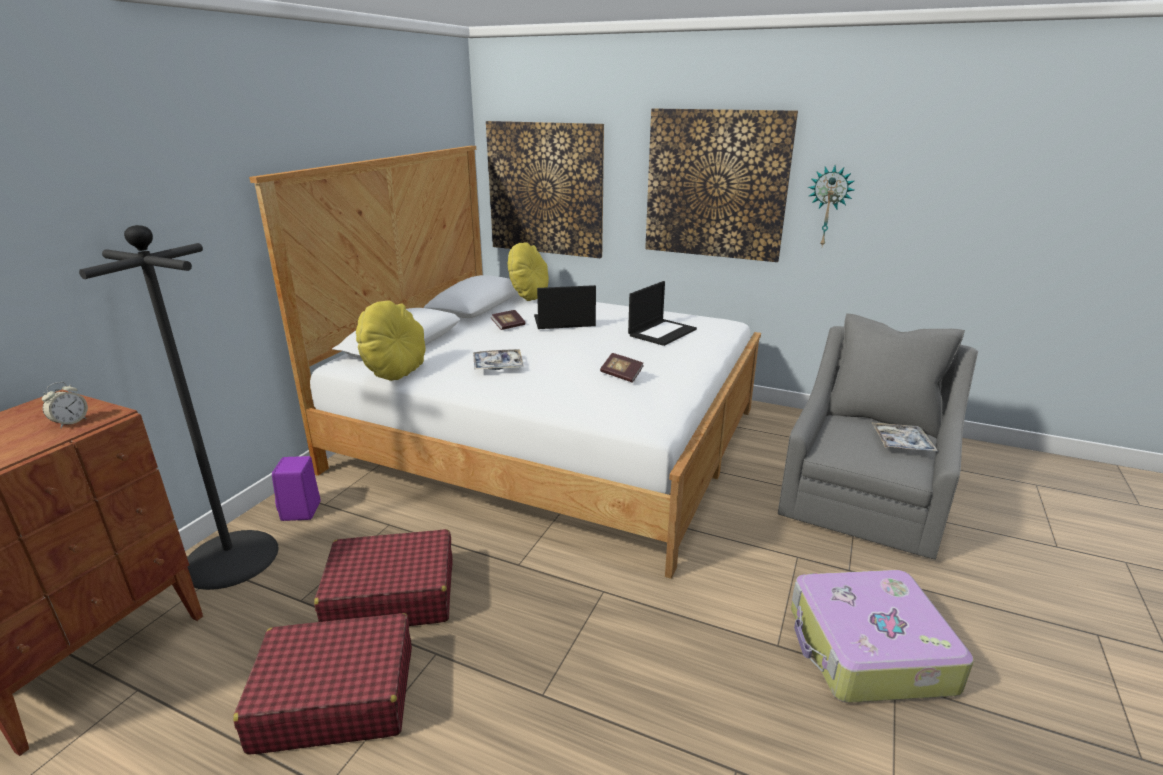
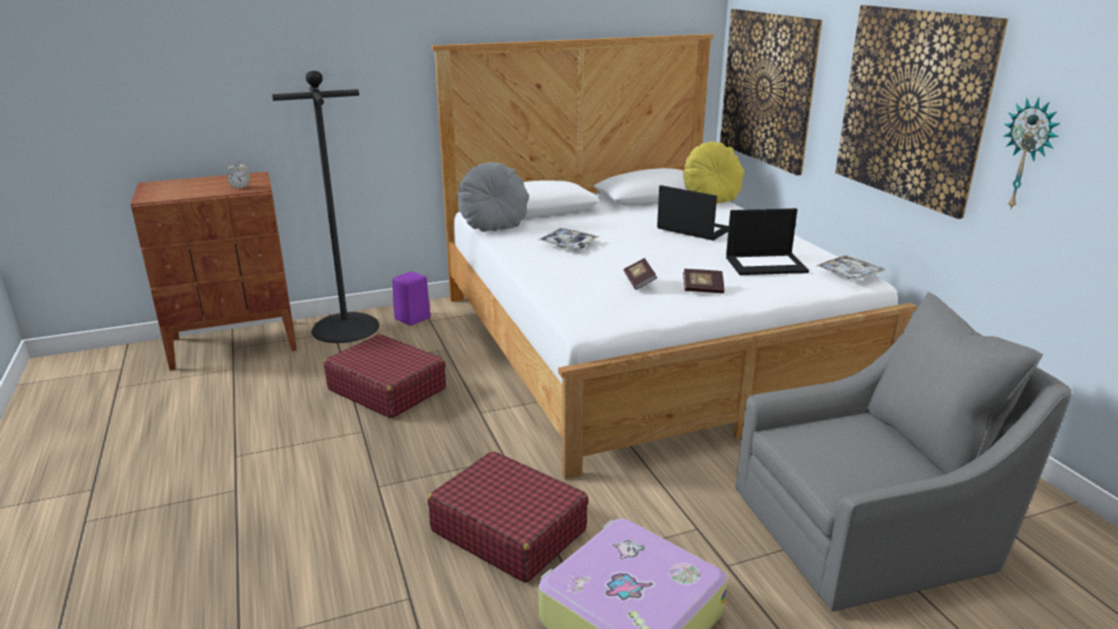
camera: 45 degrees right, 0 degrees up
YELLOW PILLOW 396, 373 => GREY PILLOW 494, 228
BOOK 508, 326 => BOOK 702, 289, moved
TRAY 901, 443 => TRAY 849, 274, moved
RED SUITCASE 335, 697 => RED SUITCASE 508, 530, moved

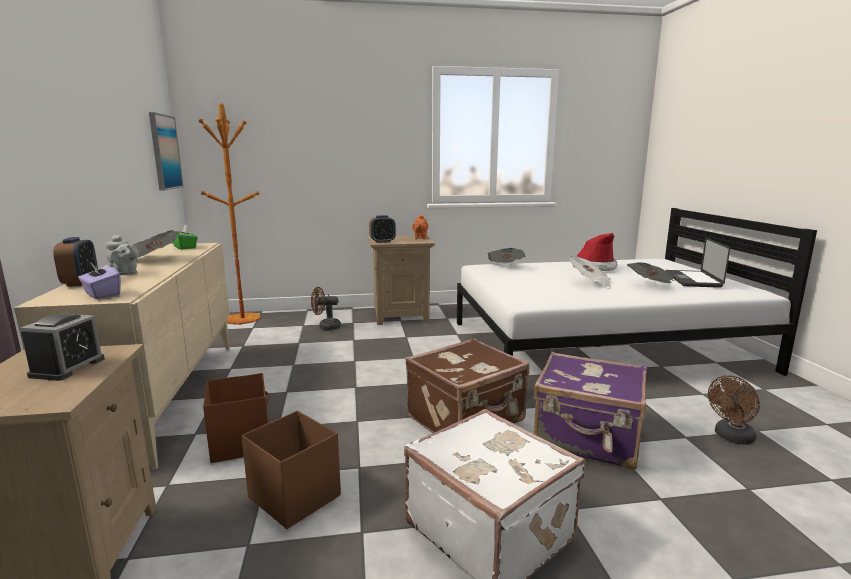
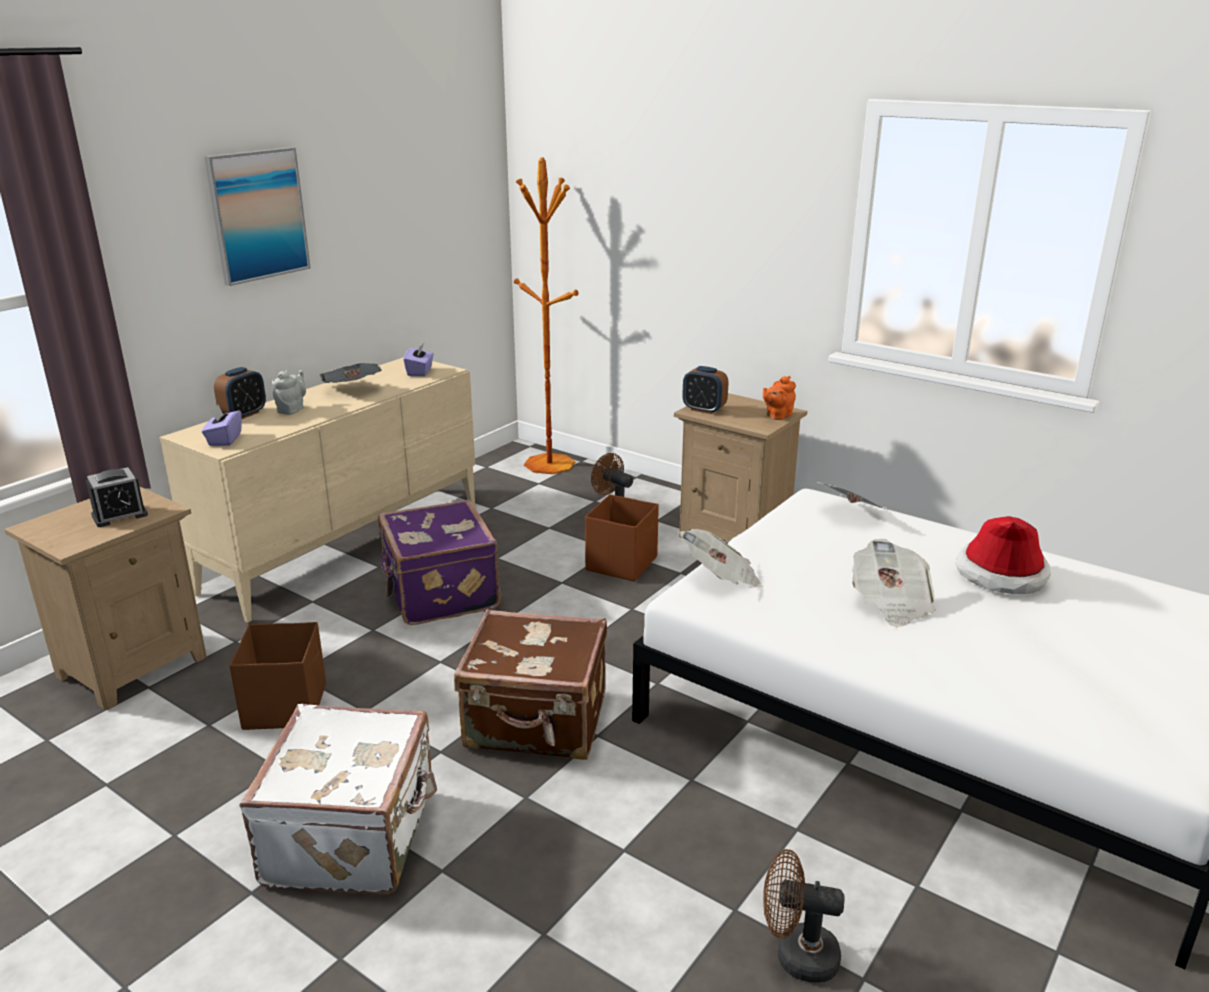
camera: 45 degrees right, 10 degrees up
PICTURE 165, 152 => PICTURE 258, 215, moved
GREEN TISSUE BOX 185, 247 => PURPLE TISSUE BOX 420, 372
GREY TEAPOT 125, 273 => GREY TEAPOT 292, 409, 150 degrees counterclockwise
LAPTOP 692, 280 => nothing
NEWSPAPER 651, 285 => NEWSPAPER 721, 578, moved
PURPLE SUITCASE 588, 439 => PURPLE SUITCASE 439, 594, moved
BROWN STORAGE BOX 241, 442 => BROWN STORAGE BOX 622, 563, moved

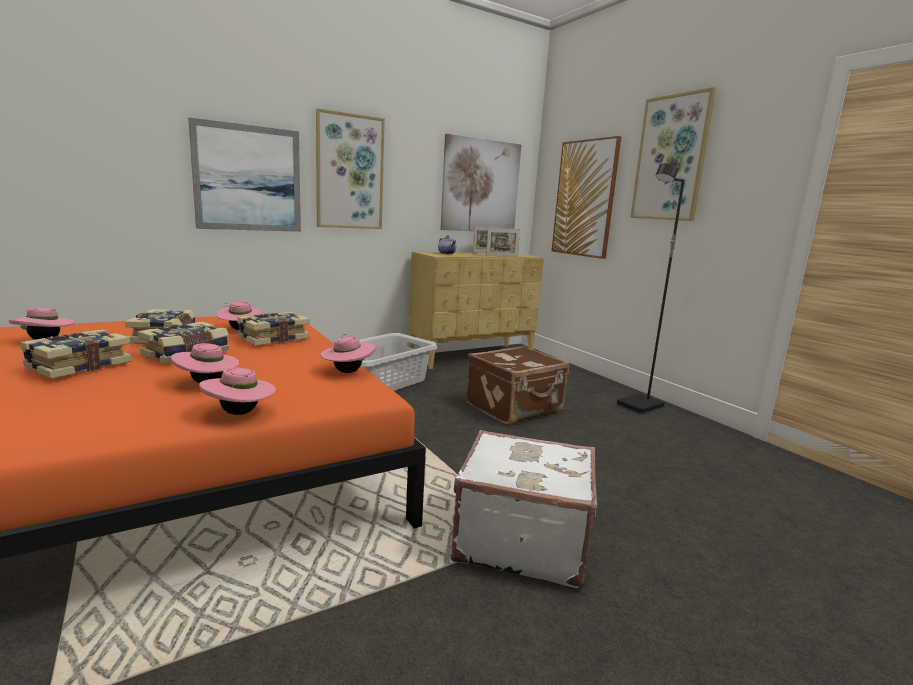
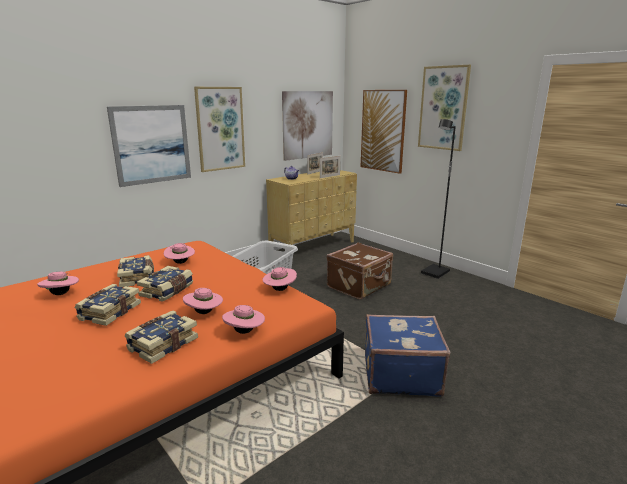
camera: 10 degrees left, 5 degrees up
BOOK 273, 338 => BOOK 162, 344, moved
WHITE SUITCASE 521, 539 => BLUE SUITCASE 400, 374

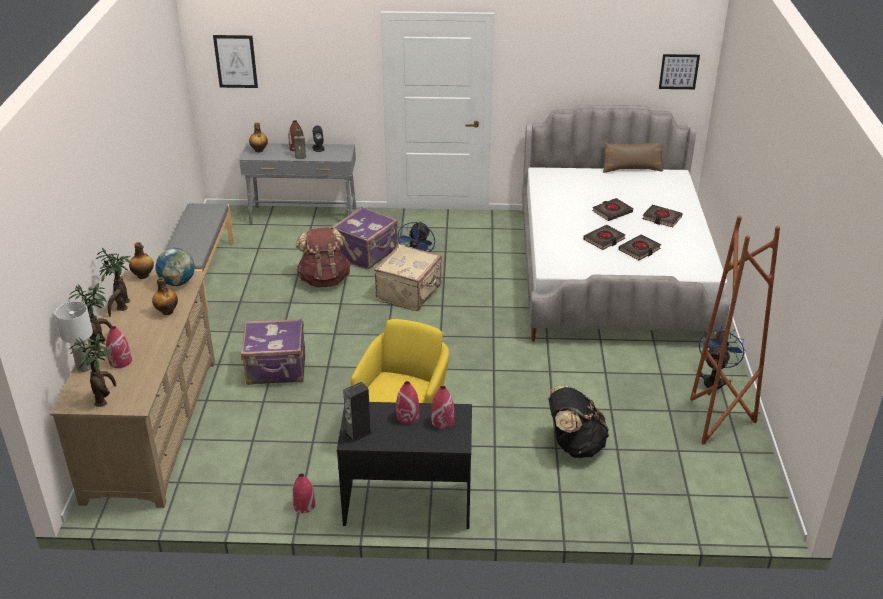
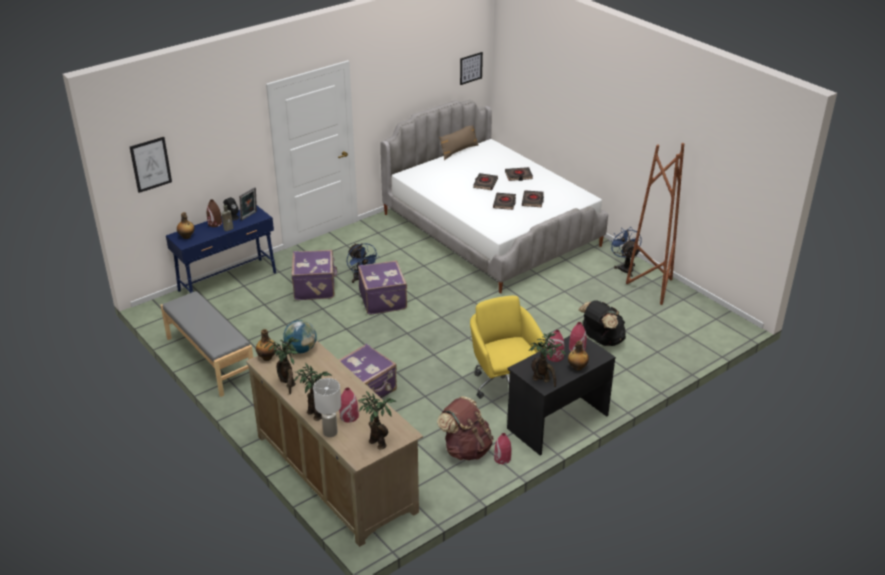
camera: 40 degrees left, 0 degrees up
GREY CONSOLE TABLE 303, 216 => BLUE CONSOLE TABLE 228, 282
BROWN BACKPACK 324, 280 => BROWN BACKPACK 466, 449, moved
BEIGE SUITCASE 410, 293 => PURPLE SUITCASE 383, 300
BOTTLE 167, 311 => BOTTLE 577, 367, moved
SPEAKER 358, 434 => POTTED PLANT 543, 380
nothing => PICTURE FRAME 249, 216

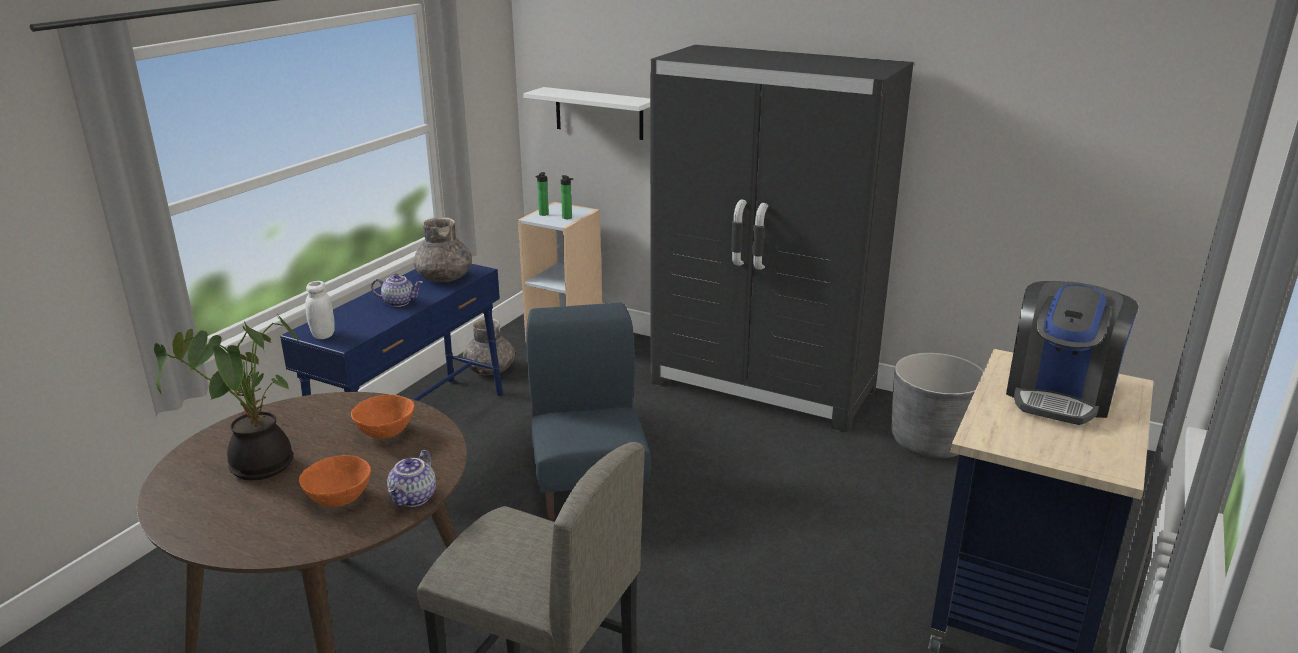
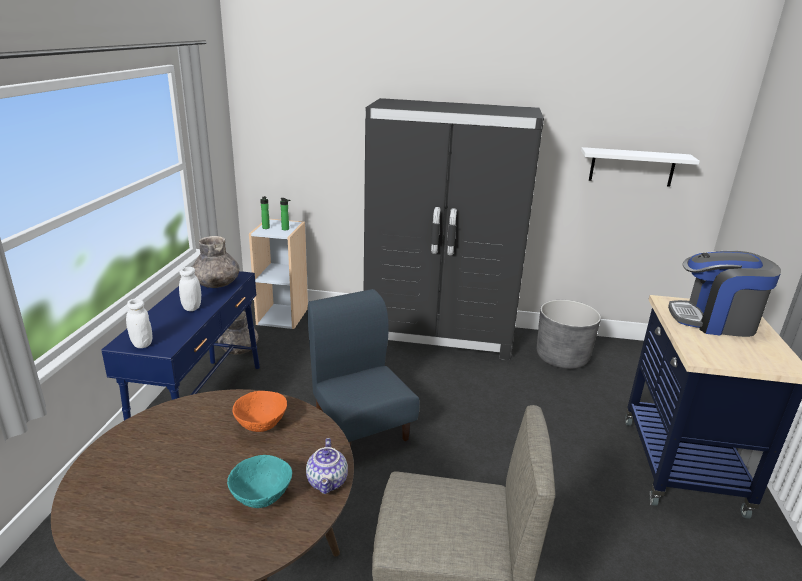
camera: 20 degrees left, 0 degrees up
WHITE SHELF 599, 113 => WHITE SHELF 632, 167, moved
TEAPOT 399, 302 => WHITE JAR 192, 308
COFFEE MACHINE 1059, 394 => COFFEE MACHINE 714, 321, 90 degrees clockwise
POTTED PLANT 256, 465 => nothing
ORANGE BOWL 339, 499 => TURQUOISE BOWL 261, 497

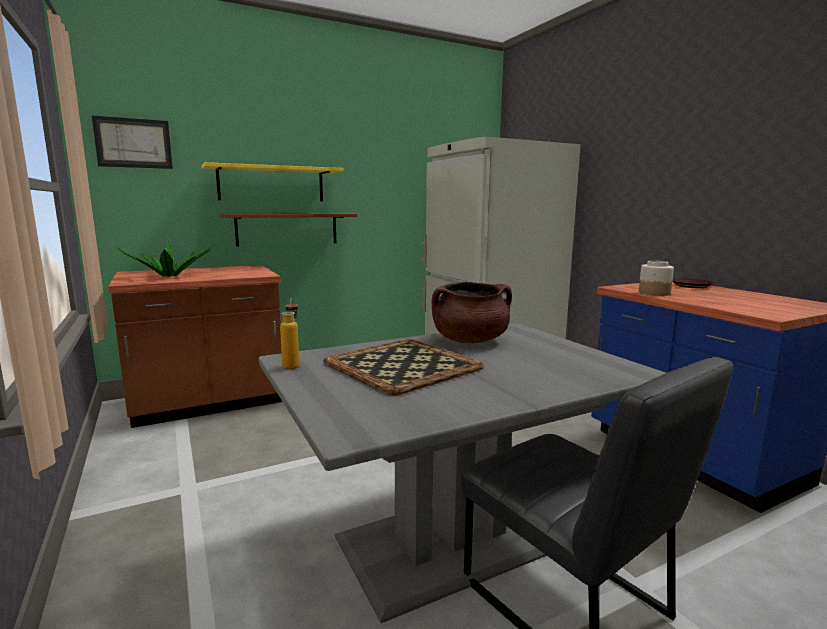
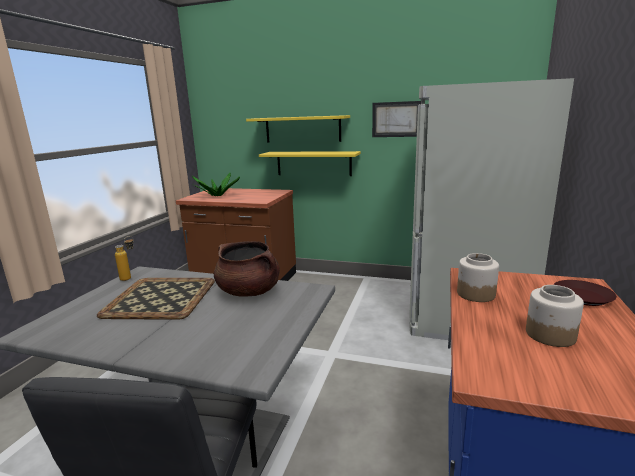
camera: 45 degrees right, 5 degrees up
PICTURE 133, 143 => PICTURE 396, 119, moved
BROWN SHELF 287, 229 => YELLOW SHELF 313, 163
nothing => JAR 549, 334

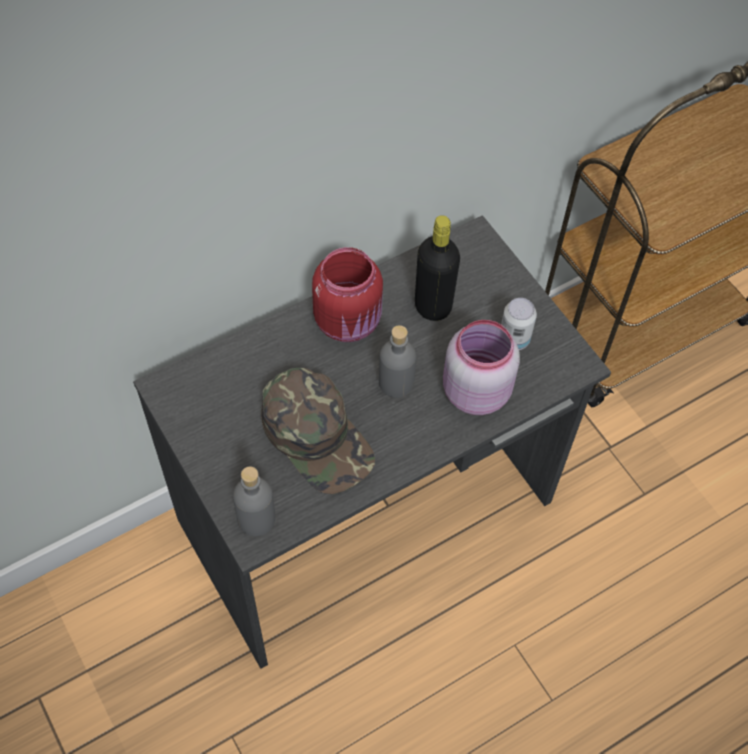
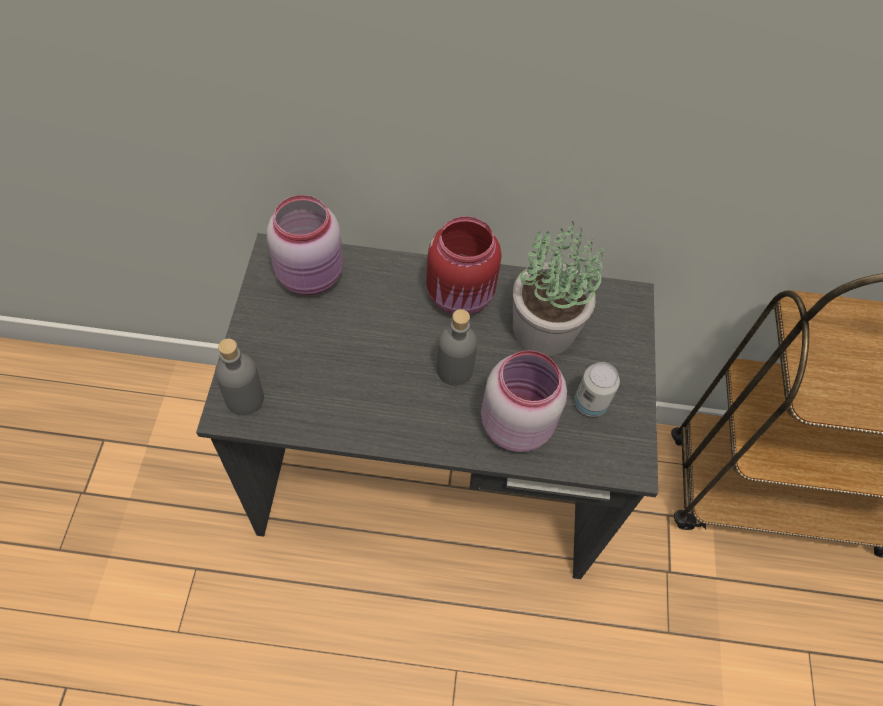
camera: 35 degrees right, 0 degrees up
BLACK BOTTLE 433, 306 => POTTED PLANT 542, 329
GREEN CAP 317, 436 => nothing
nothing => PINK JAR 312, 276

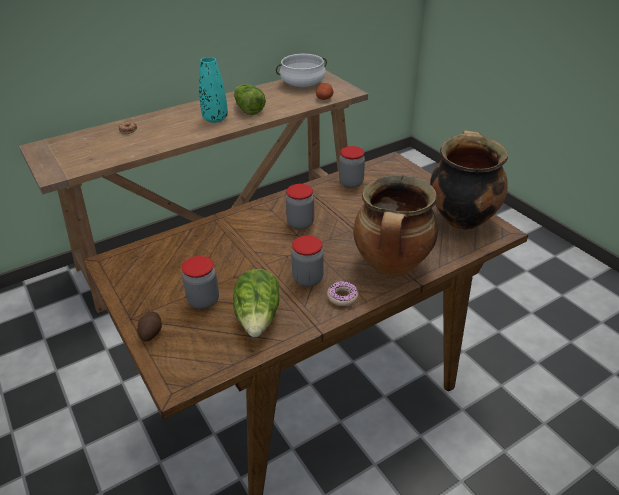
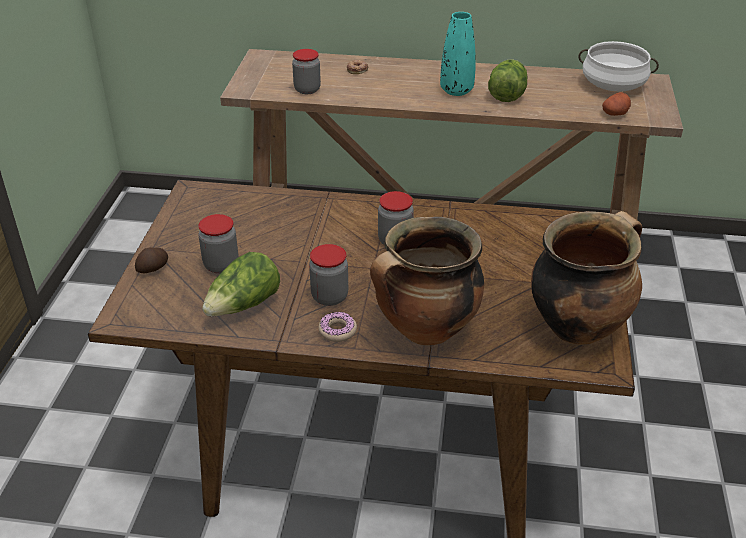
camera: 40 degrees right, 0 degrees up
JAR 351, 183 => JAR 307, 89, moved

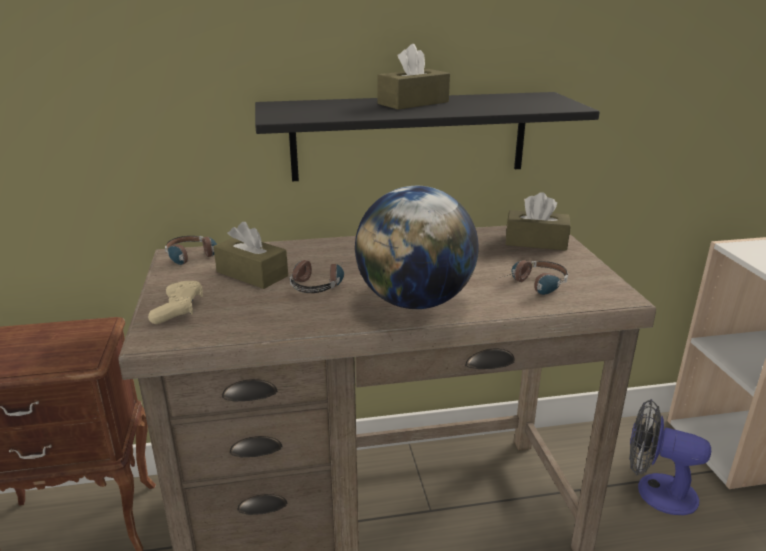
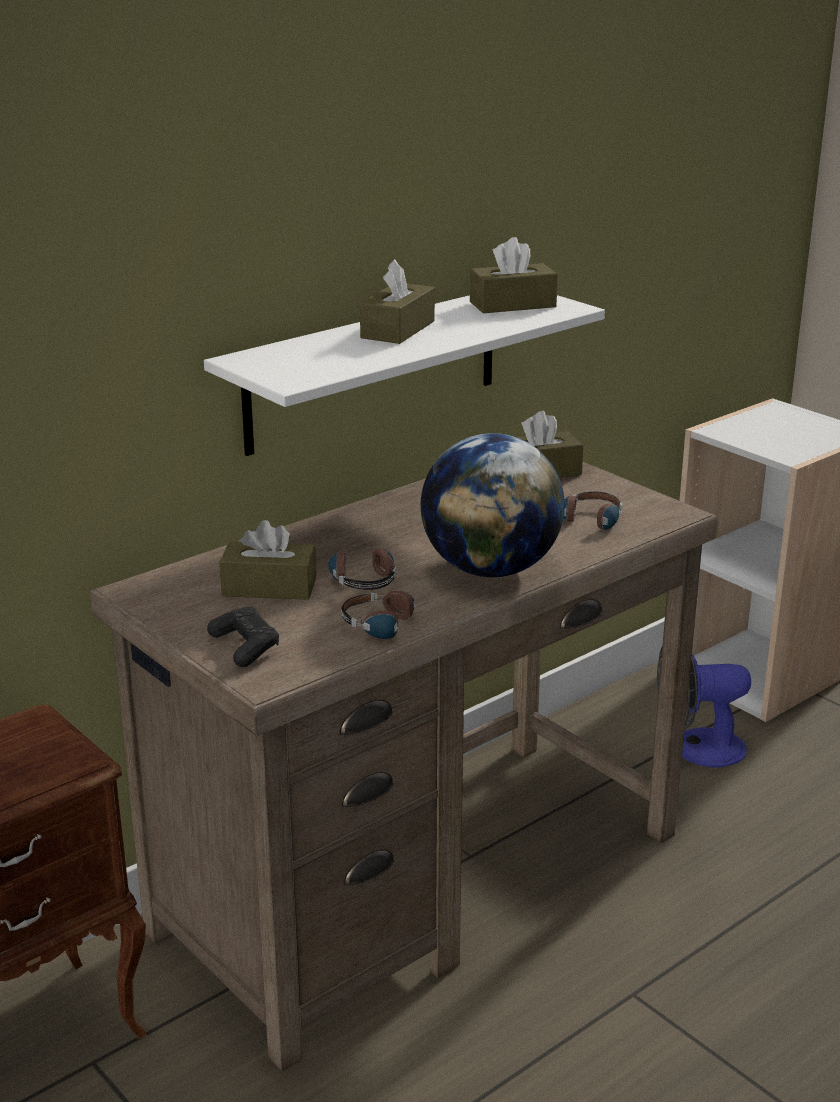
camera: 30 degrees left, 0 degrees up
BLACK SHELF 410, 136 => WHITE SHELF 374, 368
HEADPHONES 194, 258 => HEADPHONES 390, 626, moved
BEIGE GAME CONTROLLER 179, 310 => BLACK GAME CONTROLLER 245, 647
nothing => BROWN TISSUE BOX 512, 304

